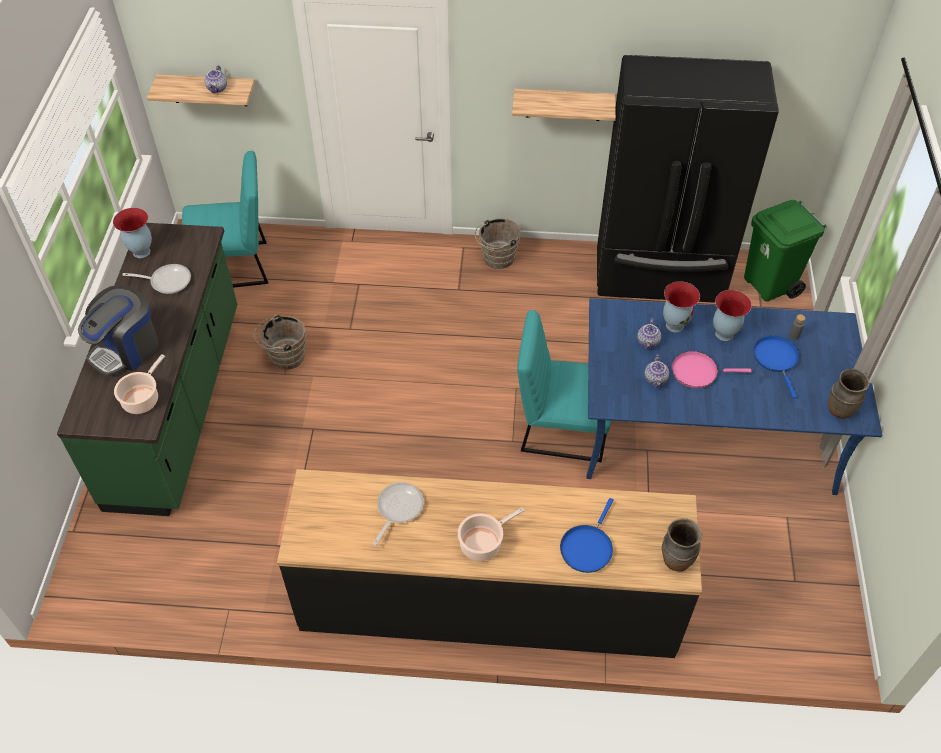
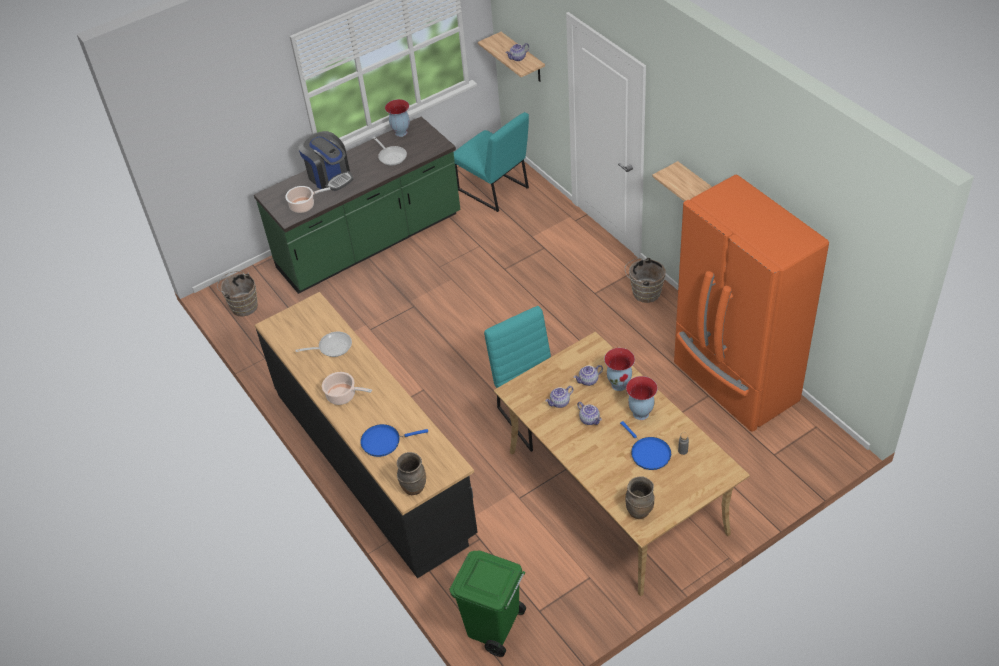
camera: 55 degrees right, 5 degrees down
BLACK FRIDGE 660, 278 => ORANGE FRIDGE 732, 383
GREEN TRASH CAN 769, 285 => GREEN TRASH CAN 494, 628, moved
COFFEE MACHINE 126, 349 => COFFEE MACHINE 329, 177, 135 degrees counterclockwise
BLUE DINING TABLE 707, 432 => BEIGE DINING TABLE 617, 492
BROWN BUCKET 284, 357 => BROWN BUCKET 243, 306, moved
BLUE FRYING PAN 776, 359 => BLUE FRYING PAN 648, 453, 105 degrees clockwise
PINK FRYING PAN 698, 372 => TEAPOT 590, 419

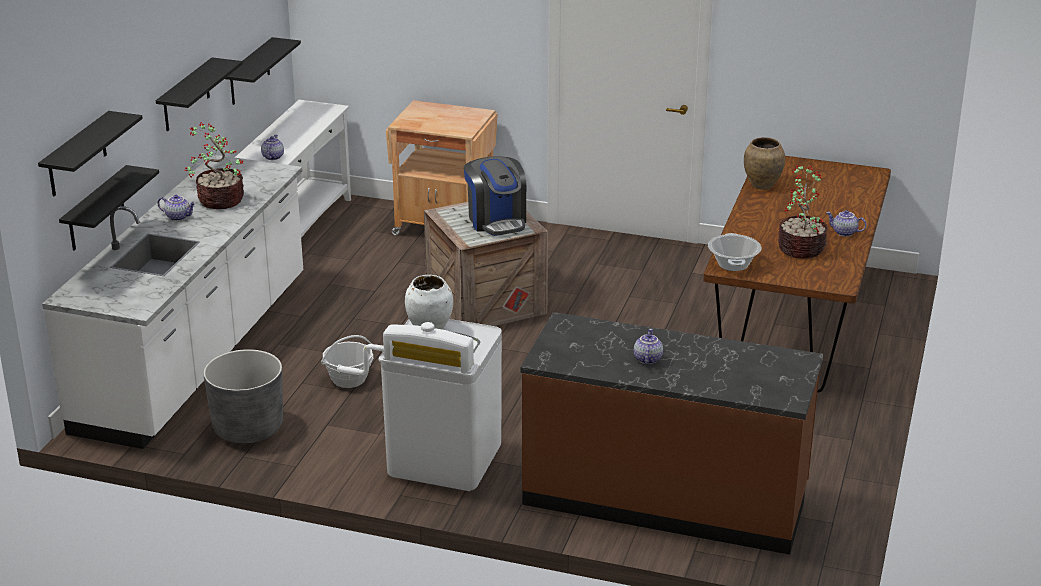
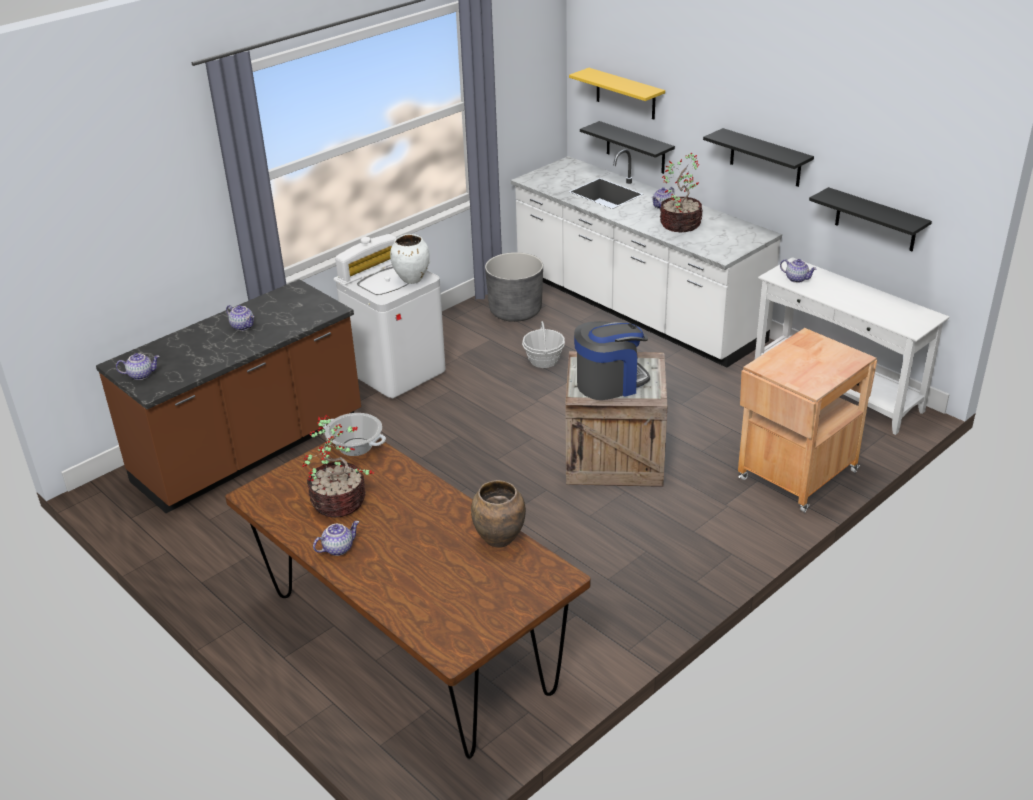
camera: 120 degrees right, 5 degrees up
BLACK SHELF 77, 155 => YELLOW SHELF 625, 94
COFFEE MACHINE 496, 221 => COFFEE MACHINE 610, 383, 150 degrees clockwise
nothing => TEAPOT 141, 375

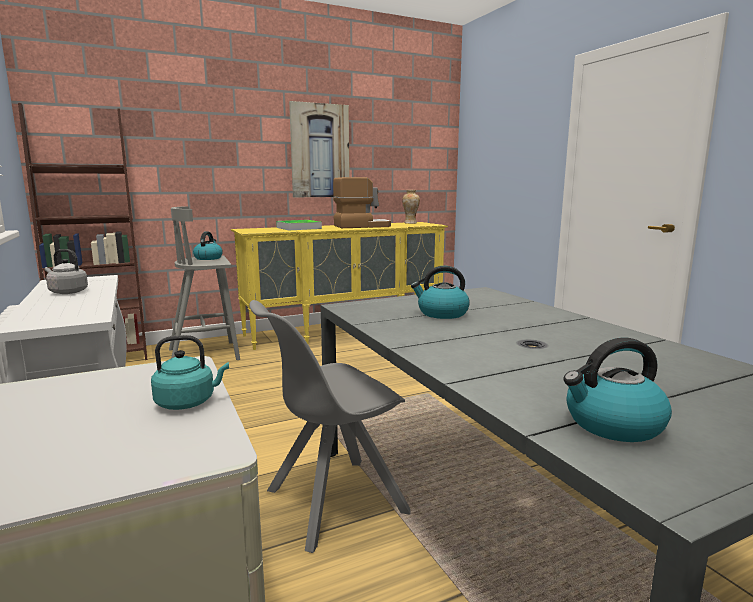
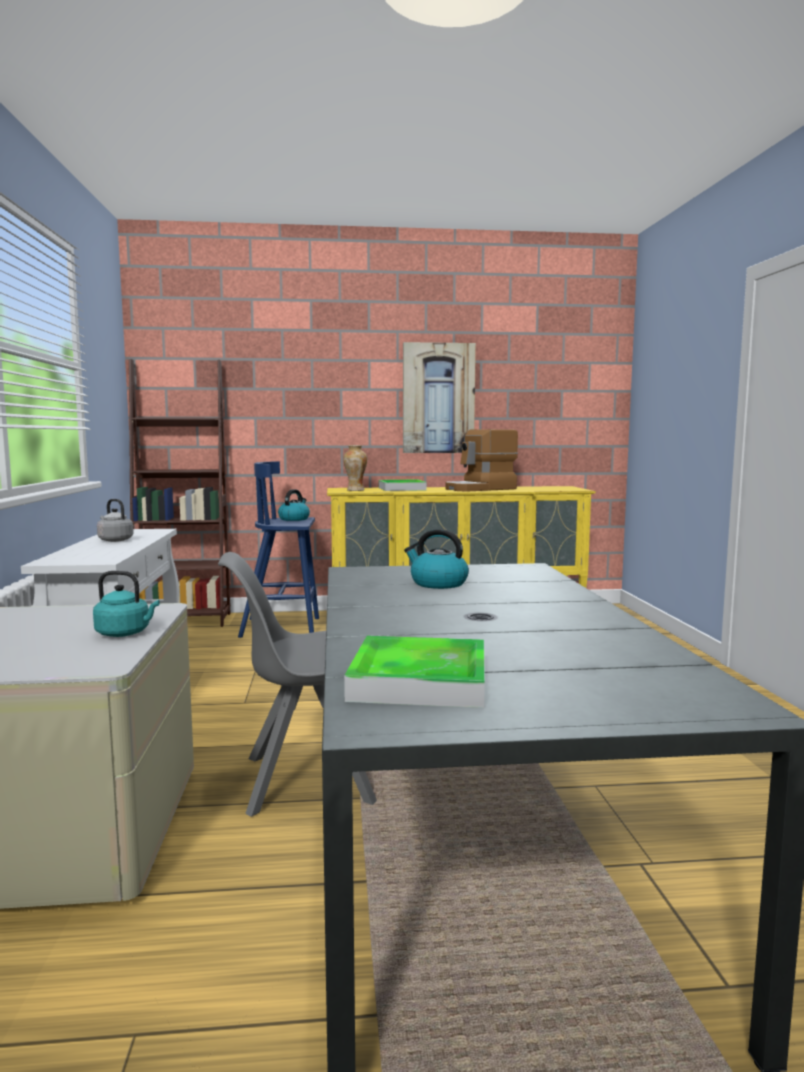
camera: 20 degrees right, 5 degrees down
COFFEE MACHINE 361, 226 => COFFEE MACHINE 480, 489, 150 degrees clockwise
VASE 410, 223 => VASE 355, 490, moved
GREY STOOL 206, 354 => BLUE STOOL 284, 627
KETTLE 612, 424 => TRAY 419, 680

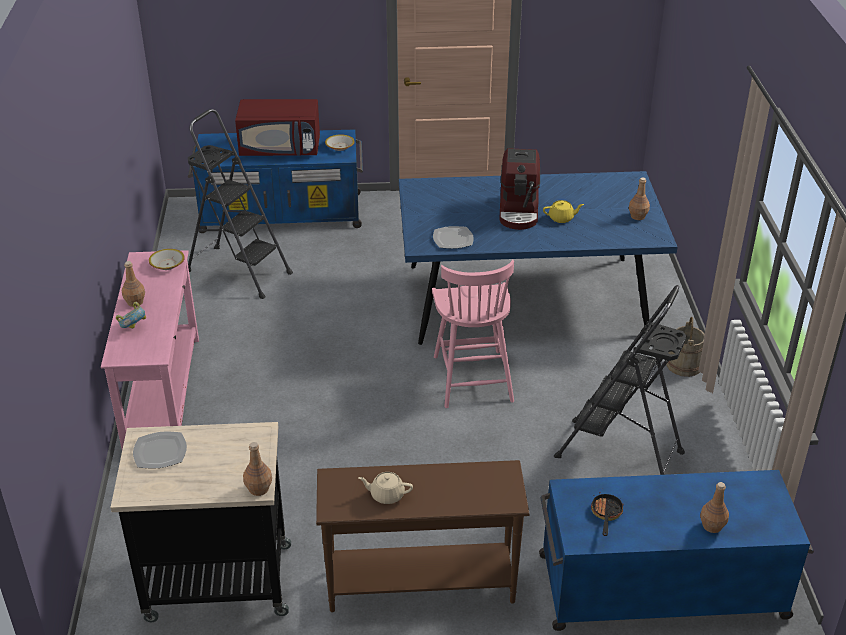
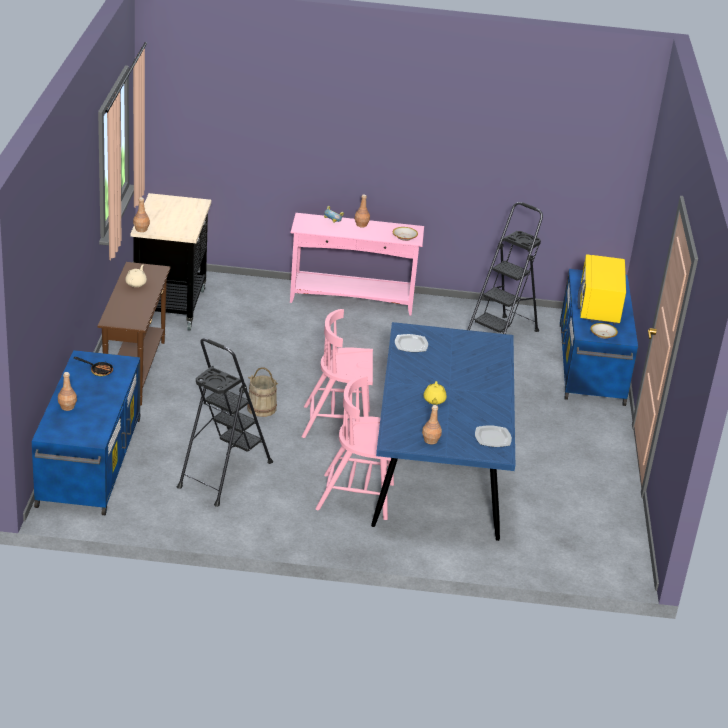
camera: 95 degrees right, 5 degrees down
RED MICROWAVE 281, 149 => YELLOW MICROWAVE 599, 307
COFFEE MACHINE 519, 211 => nothing
BEIGE BUCKET 684, 365 => BEIGE BUCKET 261, 408, moved
PLATE 159, 451 => PLATE 493, 437, moved
nothing => PINK CHAIR 357, 497

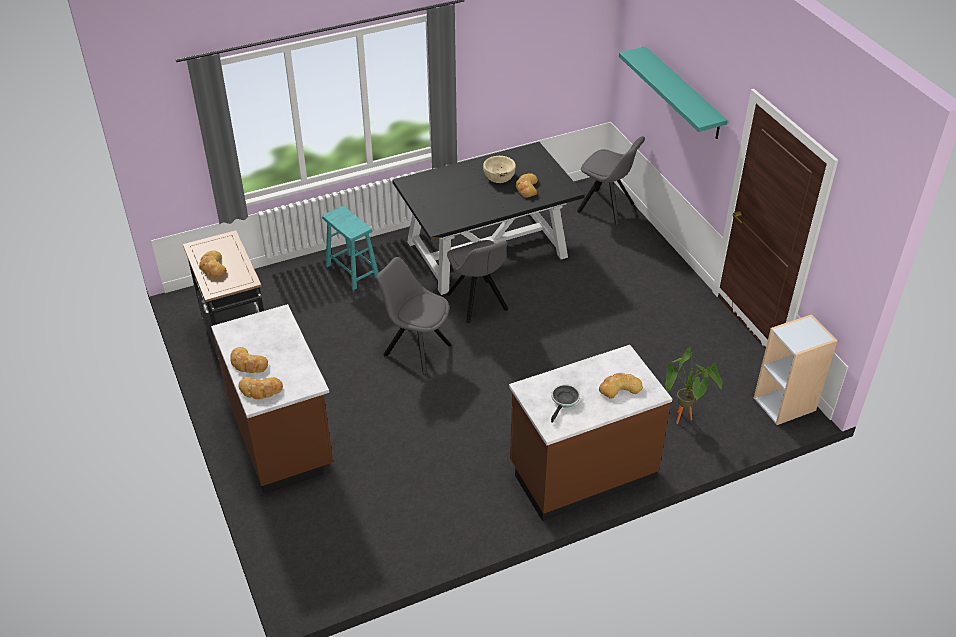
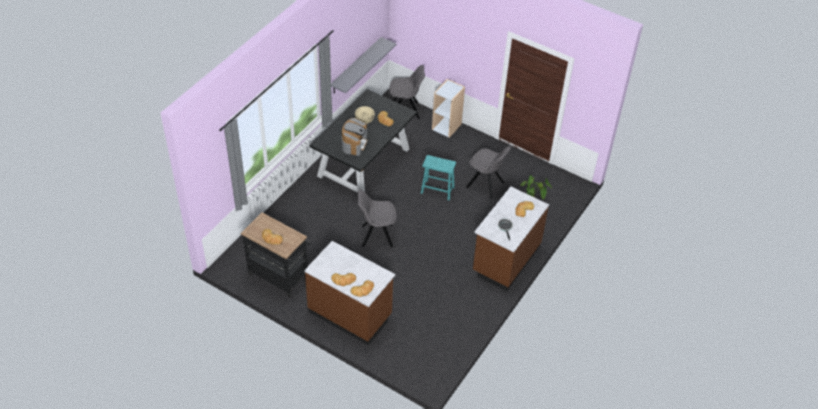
camera: 35 degrees left, 5 degrees up
TURQUOISE SHELF 683, 93 => nothing
TURQUOISE STOOL 352, 271 => TURQUOISE STOOL 437, 190, moved
GREY CHAIR 478, 302 => GREY CHAIR 485, 185, moved
BOOKCASE 785, 404 => BOOKCASE 447, 126, moved
nothing => GREY SHELF 356, 66
nothing => COFFEE MACHINE 354, 143

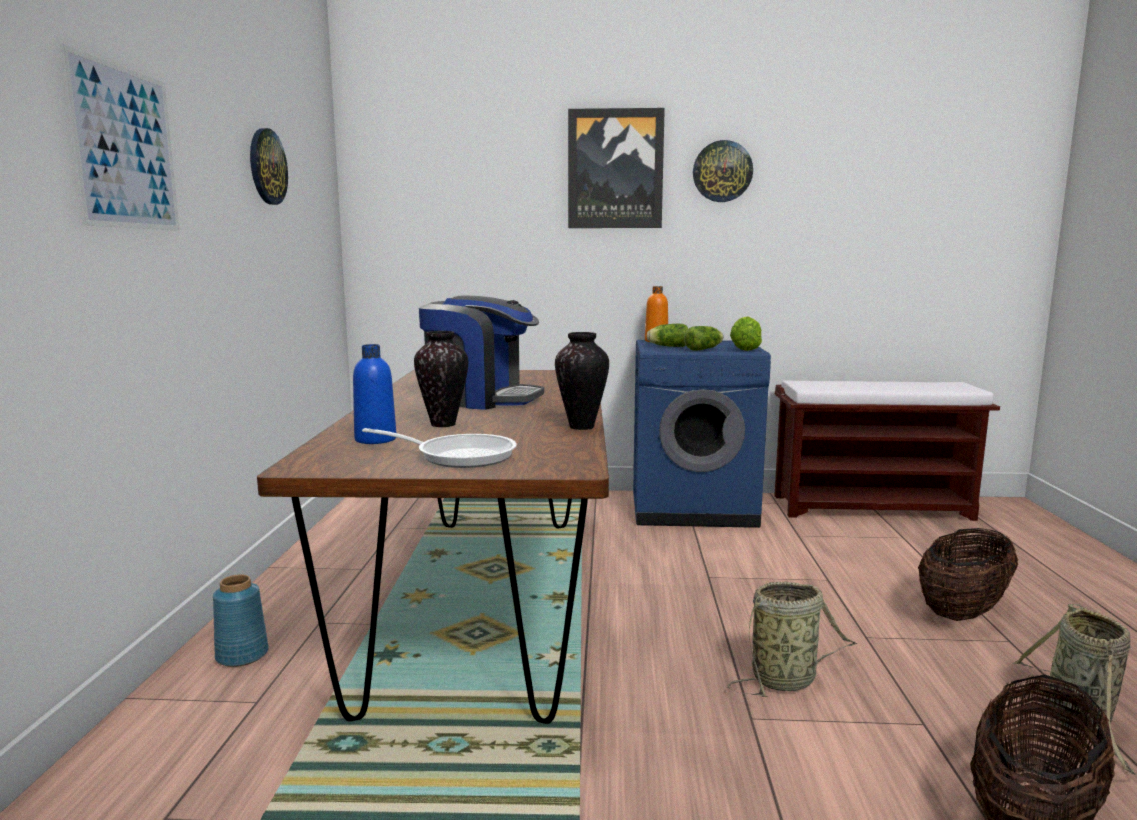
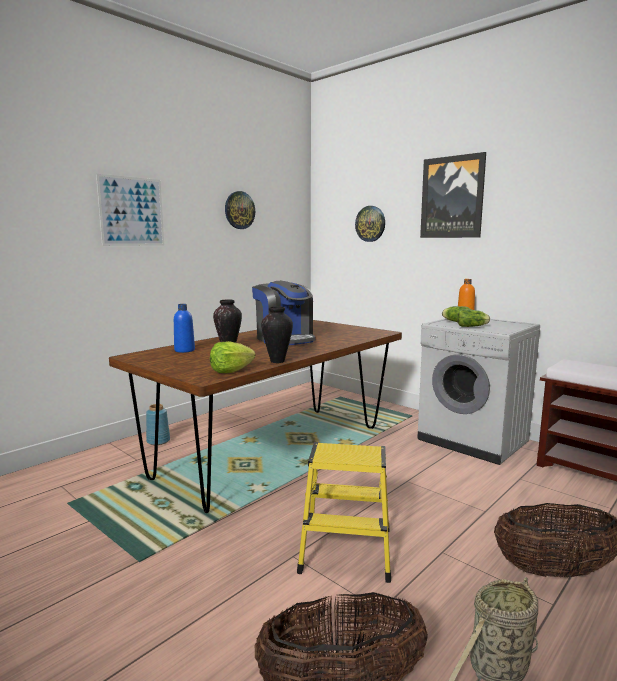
camera: 40 degrees right, 0 degrees up
WALL CLOCK 722, 171 => WALL CLOCK 370, 223, moved
LETTUCE 745, 349 => LETTUCE 231, 371, moved
BLUE WASHING MACHINE 693, 510 => WHITE WASHING MACHINE 472, 441
FRYING PAN 458, 456 => nothing
BASKET 786, 679 => YELLOW STEP LADDER 346, 549

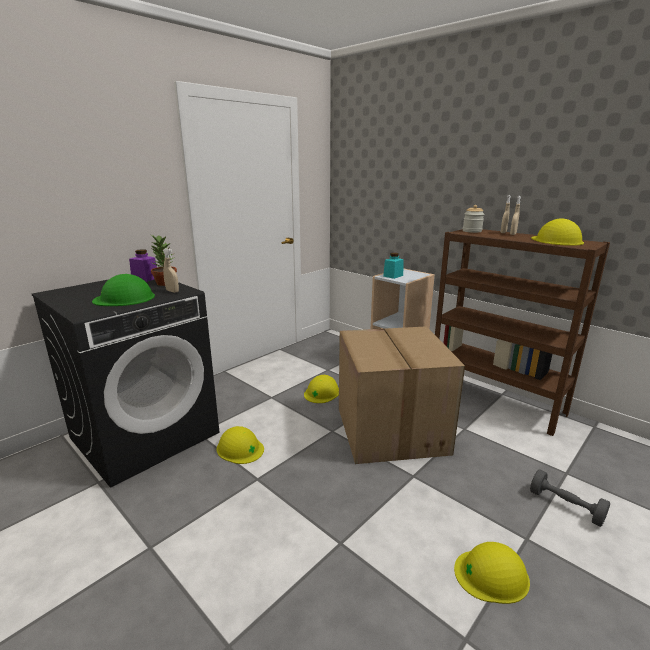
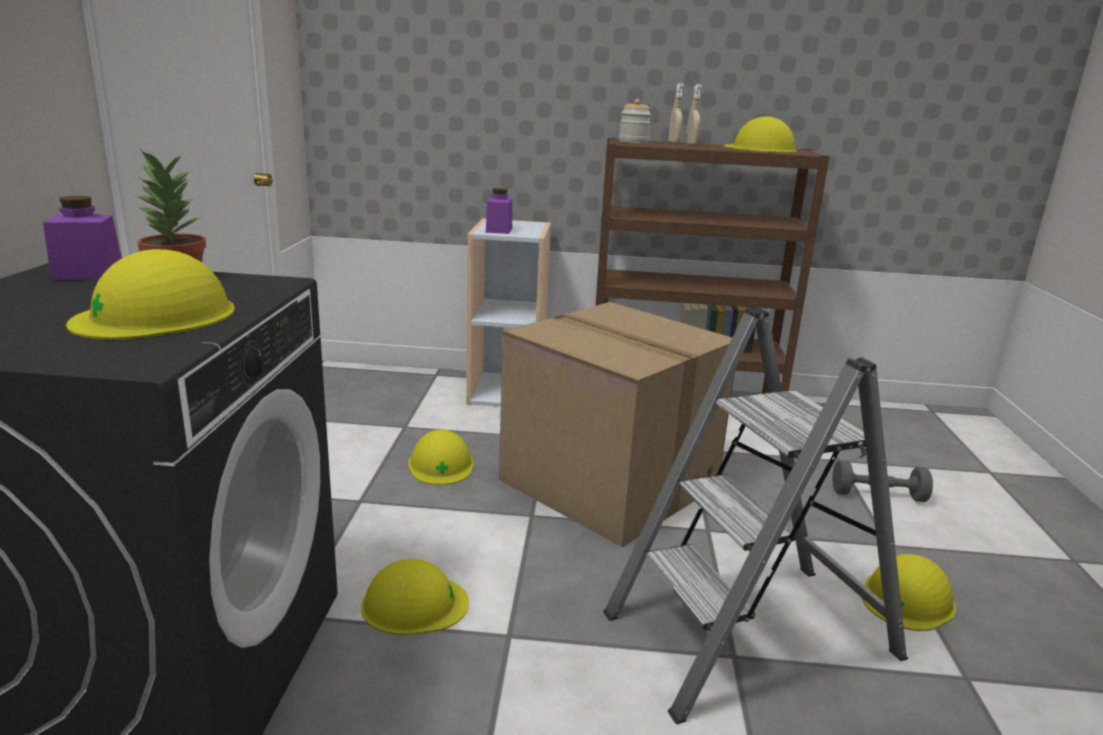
camera: 40 degrees left, 0 degrees up
BEIGE SPRAY BOTTLE 172, 291 => nothing
TURQUOISE JAR 393, 276 => PURPLE JAR 499, 230
GREEN HARD HAT 124, 298 => YELLOW HARD HAT 156, 316
nothing => GREY STEP LADDER 754, 634

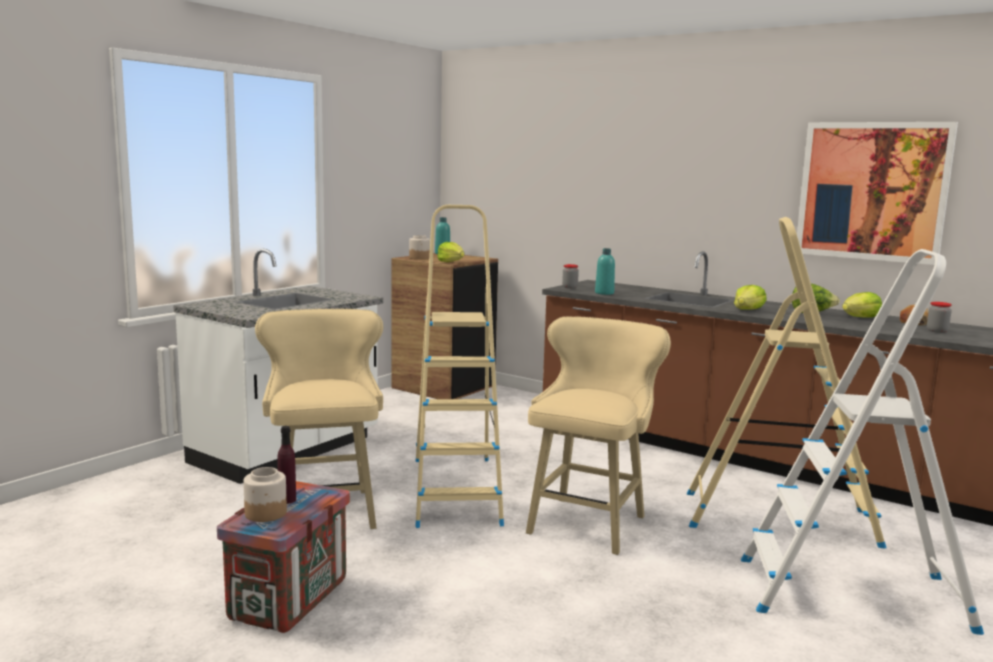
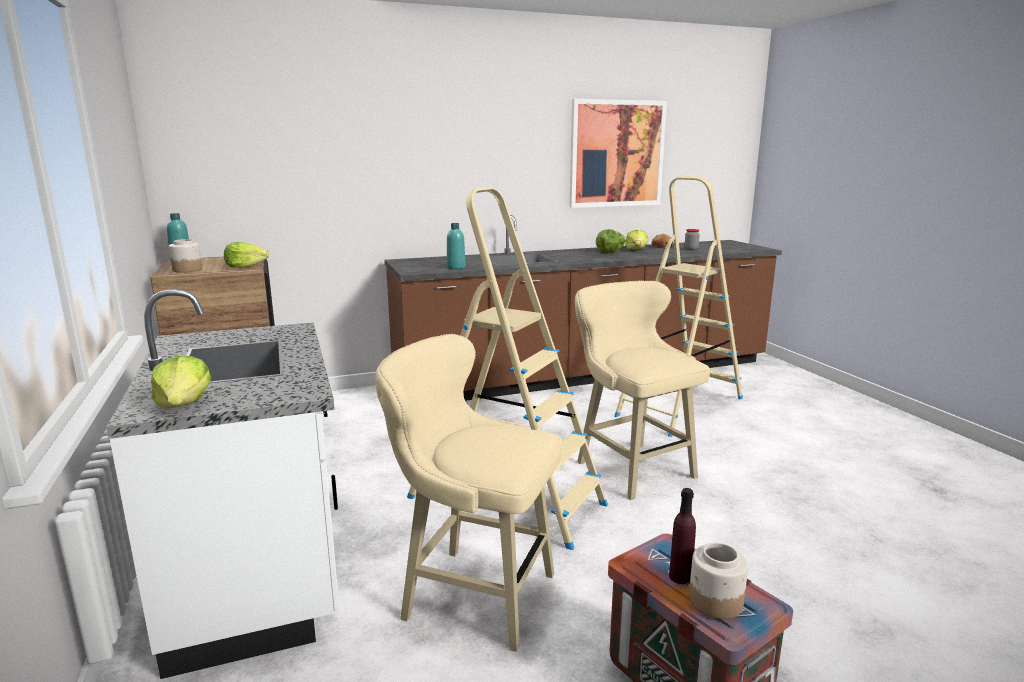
camera: 55 degrees left, 5 degrees up
WHITE STEP LADDER 850, 594 => nothing
JAR 569, 287 => nothing
LETTUCE 748, 310 => LETTUCE 183, 405, moved

